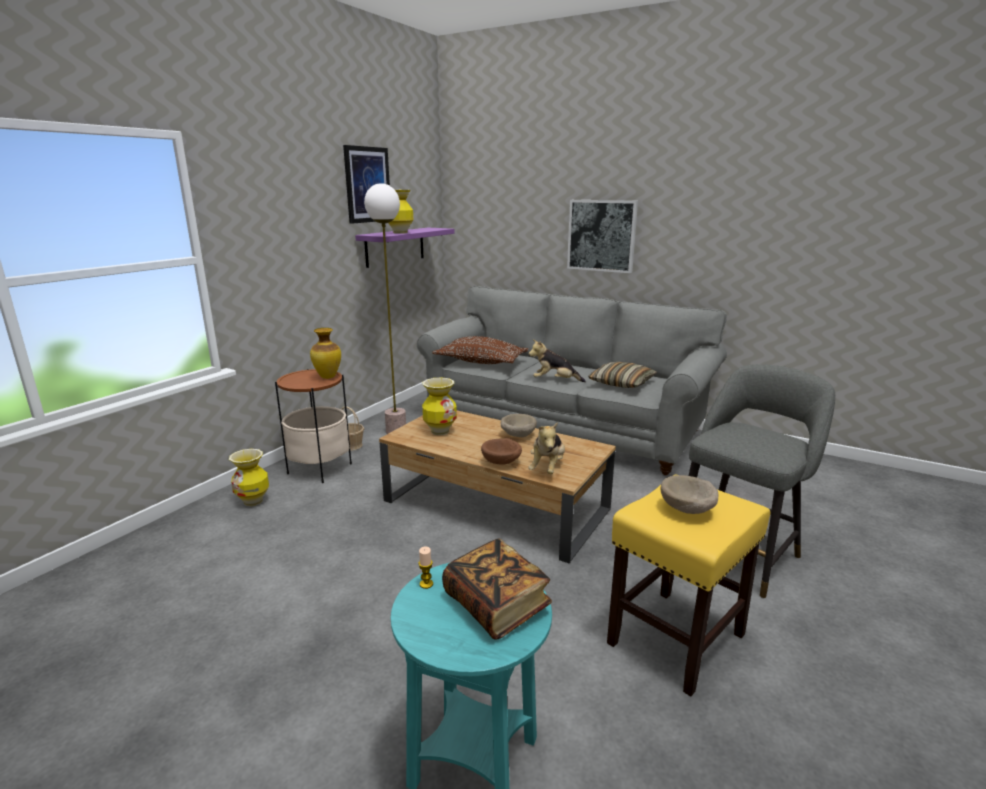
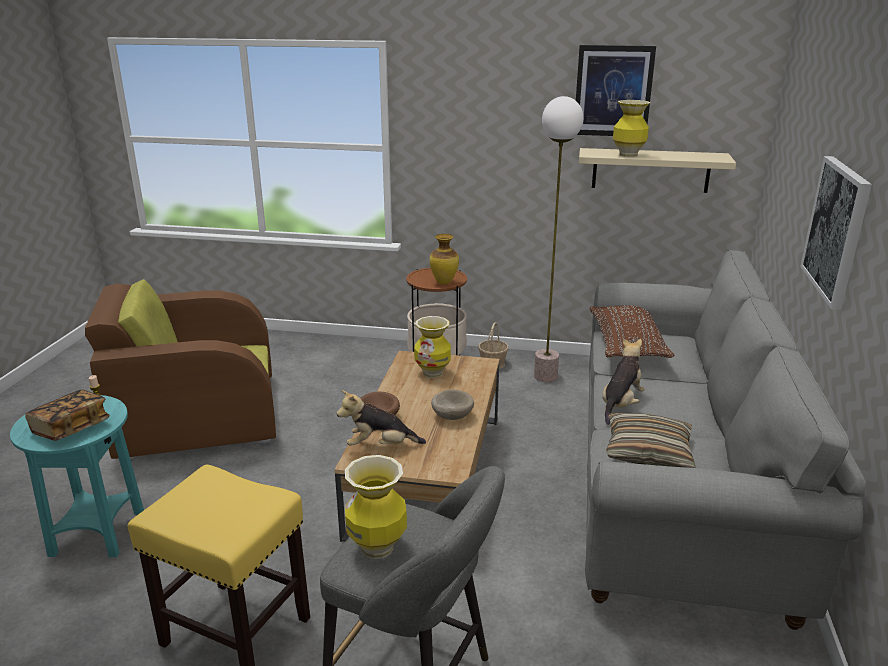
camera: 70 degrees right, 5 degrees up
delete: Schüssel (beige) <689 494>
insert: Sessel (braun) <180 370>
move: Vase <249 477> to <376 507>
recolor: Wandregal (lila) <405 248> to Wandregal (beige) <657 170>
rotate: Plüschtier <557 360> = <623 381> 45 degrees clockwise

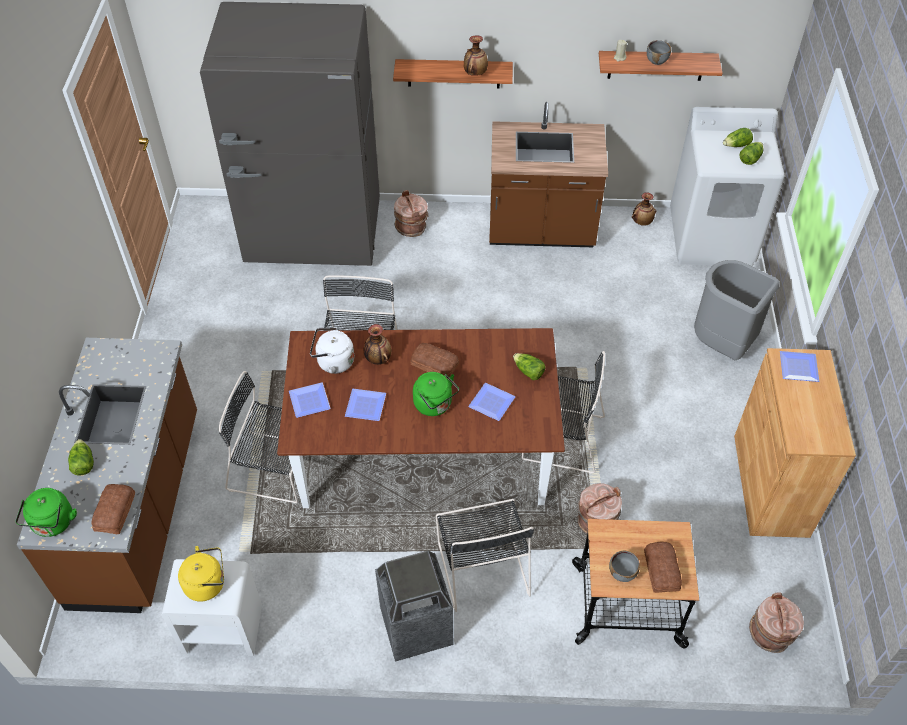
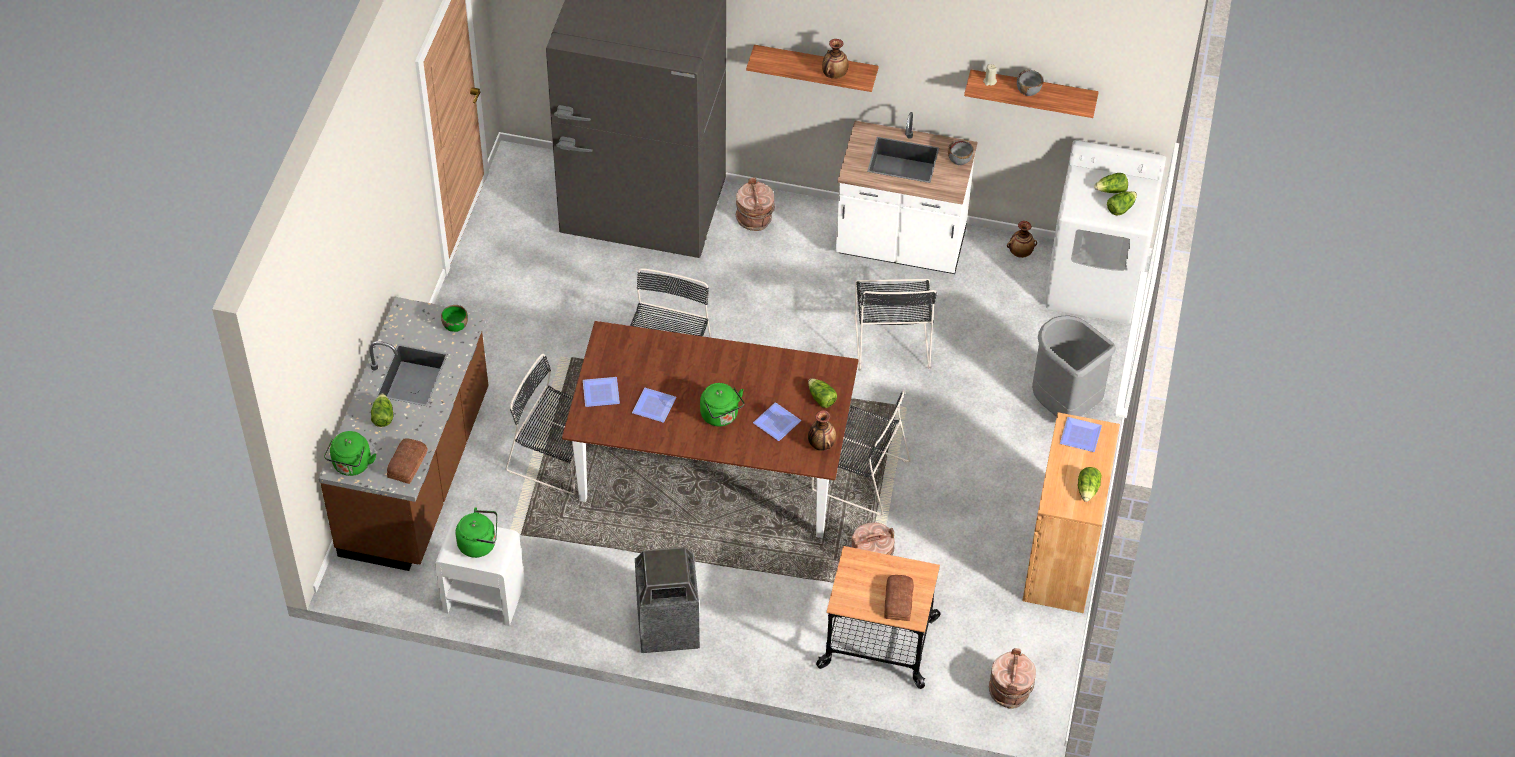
camera: 10 degrees right, 0 degrees up
delete: Wasserkessel (weiß) <332 350>; Brot <434 361>
insert: Schüssel (grün) <454 318>; Salatkopf <1090 484>
move: Vase <378 344> to <822 430>; Stuhl (schwarz) <485 555> to <895 324>; Schüssel (grau) <624 566> to <960 152>
recolor: Wasserkessel (gelb) <201 574> to Wasserkessel (grün) <476 532>; Küchenzeile (braun) <548 174> to Küchenzeile (weiß) <907 193>

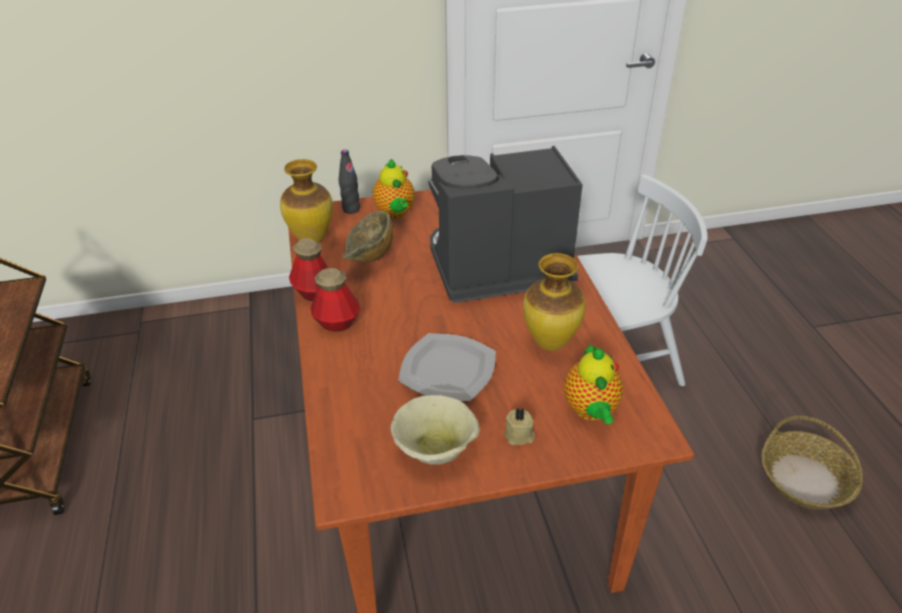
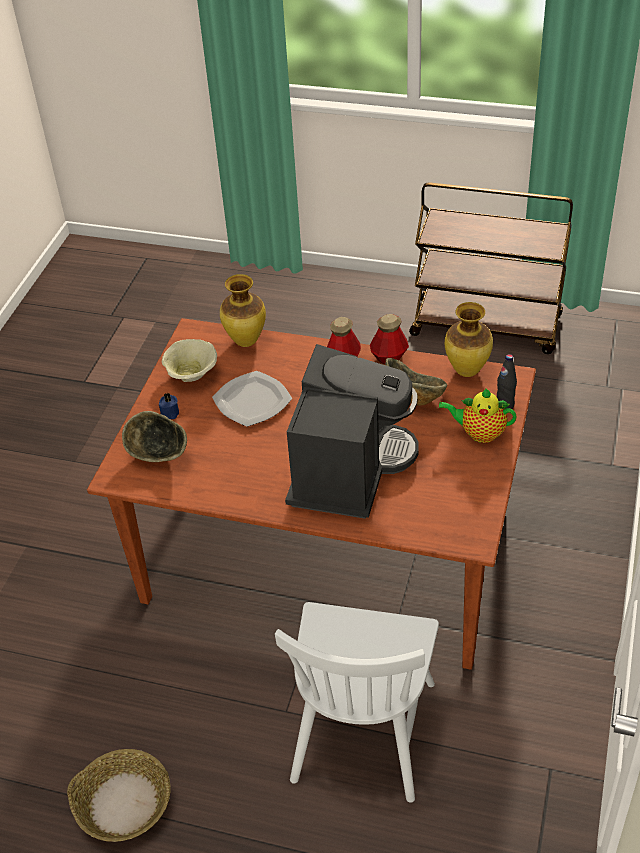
camera: 120 degrees right, 5 degrees up
move: Vase <554 302> to <243 310>
replace: Teekanne <593 384> to Schüssel <154 436>
recolor: Kerze (beige) <519 426> to Kerze (blau) <169 406>

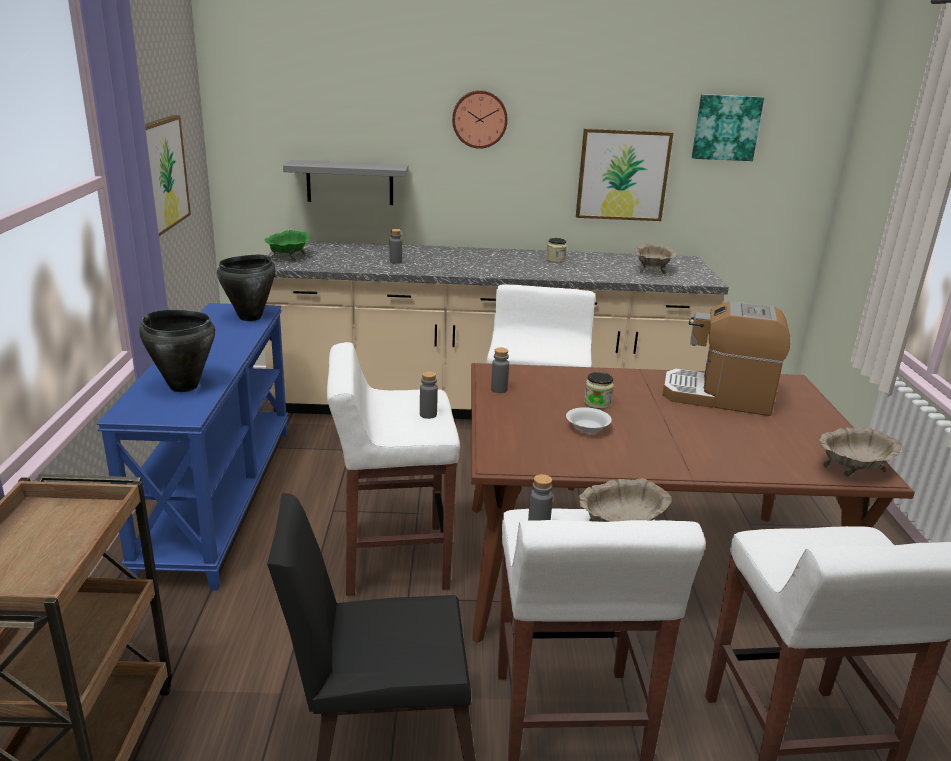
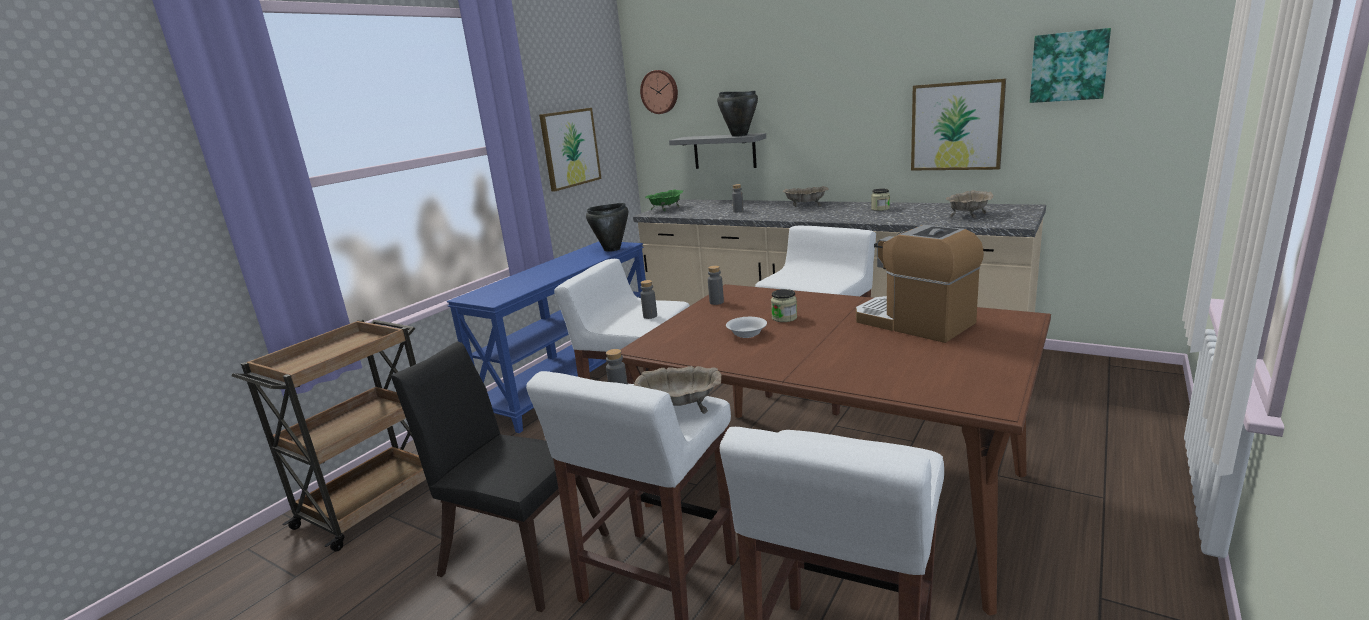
camera: 35 degrees right, 5 degrees down
move: Kochtopf (schwarz) <177 351> to <737 114>; Wanduhr <480 119> to <659 92>; Schüssel (beige) <860 452> to <806 196>

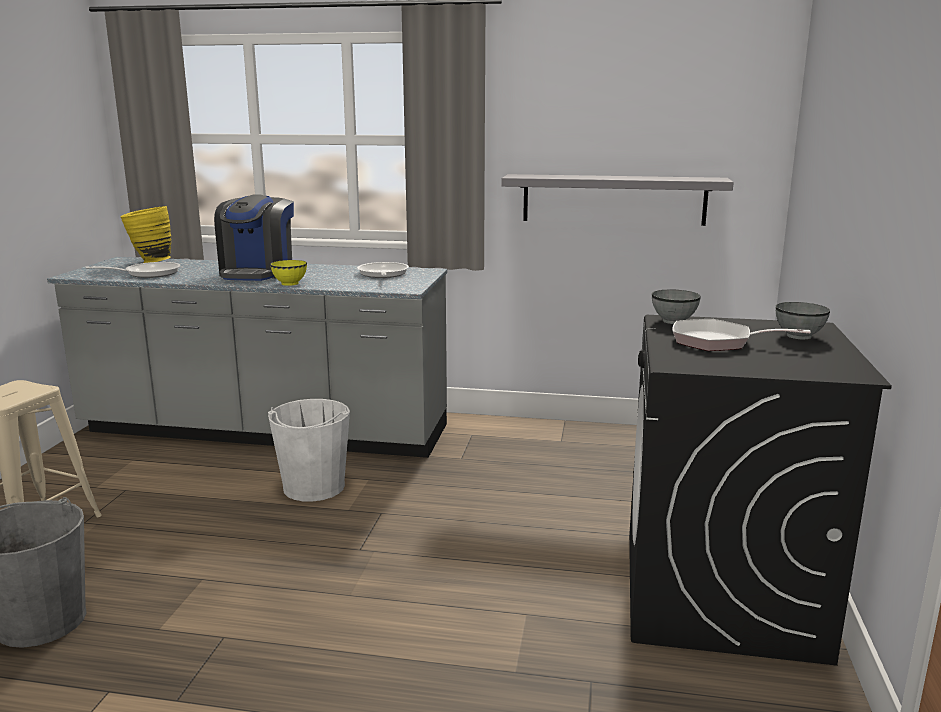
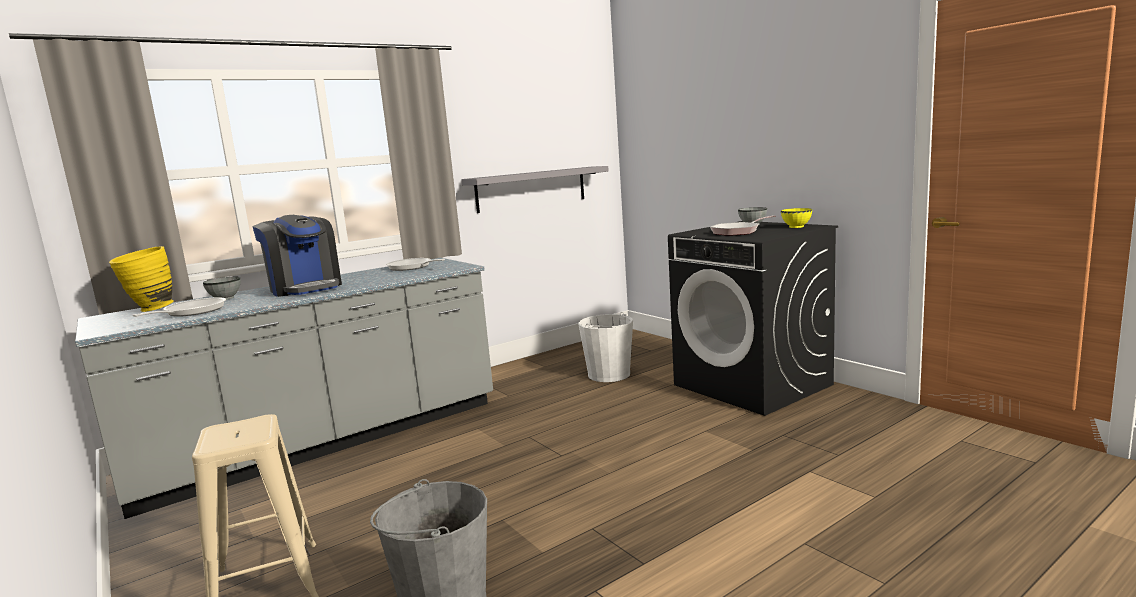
camera: 45 degrees left, 5 degrees down
move: Eimer (weiß) <309 450> to <605 347>; Schüssel (gelb) <288 273> to <796 218>; Schüssel (grau) <676 306> to <222 288>

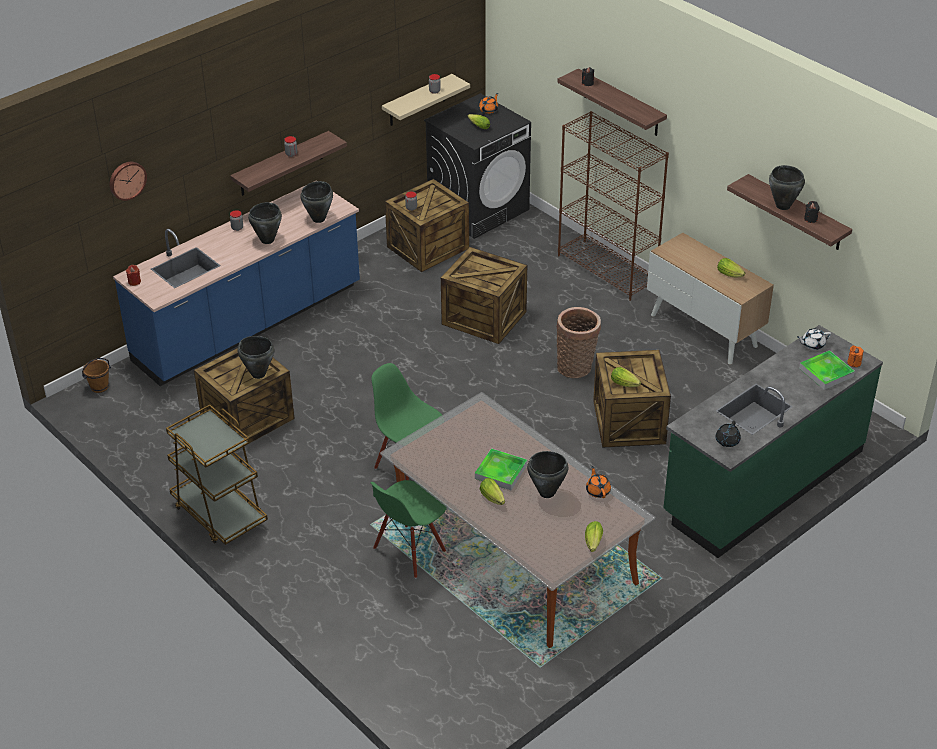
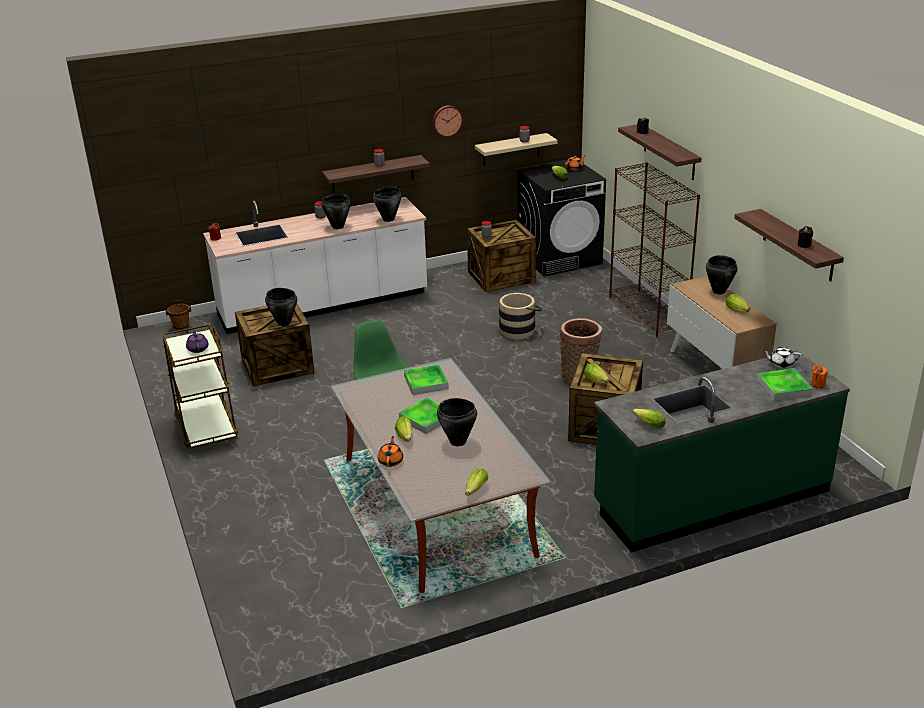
camera: 20 degrees right, 10 degrees down
delete: Stuhl (grün) <408 529>
insert: Teekanne (lila) <197 341>; Tablett <426 379>
move: Wanduhr <128 181> to <447 121>; Teekanne (orange) <598 482> to <390 451>; Kochtopf (schwarz) <787 187> to <722 275>
replace: Kiste <484 295> to Eimer (beige) <520 316>; Teekanne (schwarz) <728 434> to Salatkopf <649 419>
recolor: Küchenzeile (blau) <236 283> to Küchenzeile (weiß) <315 265>

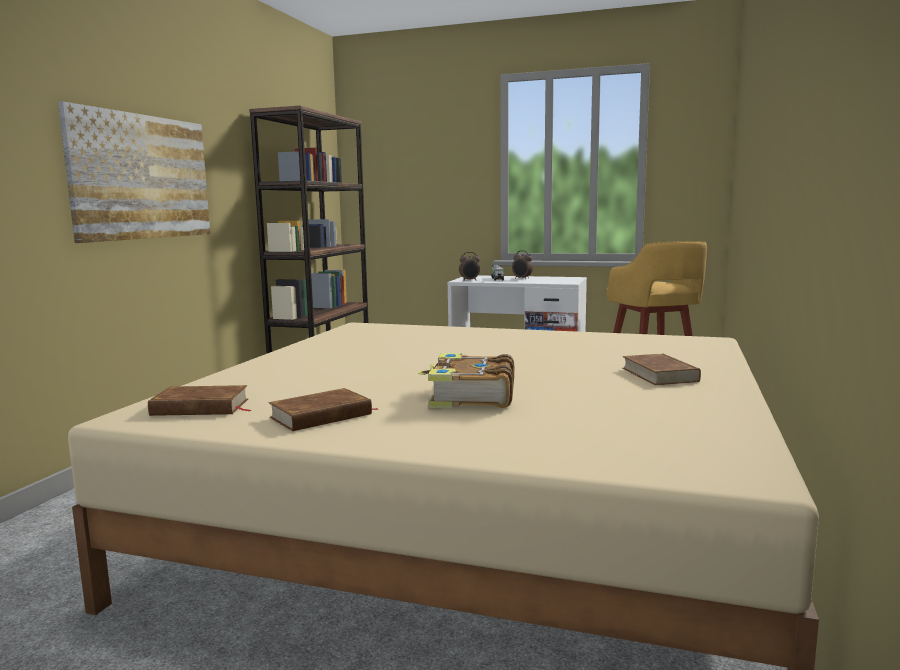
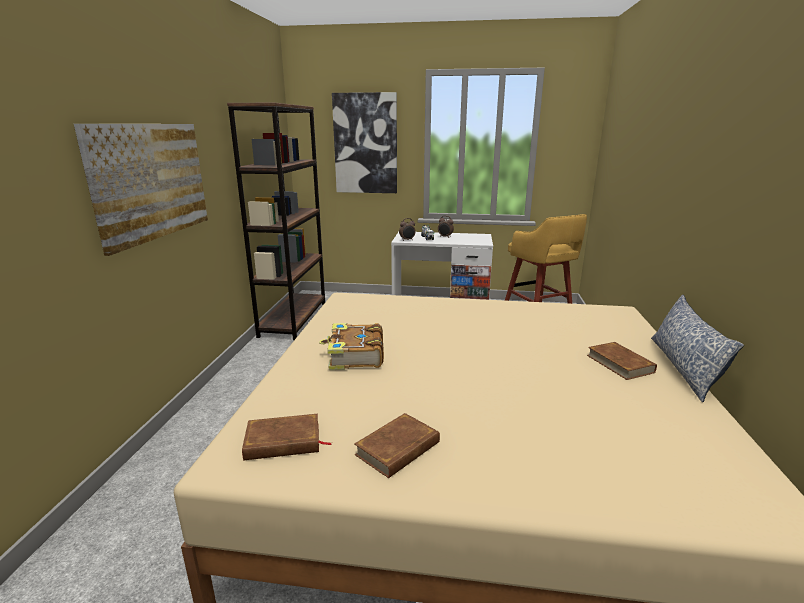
camera: 10 degrees left, 10 degrees up
insert: Bild <364 142>; Kissen <697 348>
move: Buch <466 380> to <351 346>

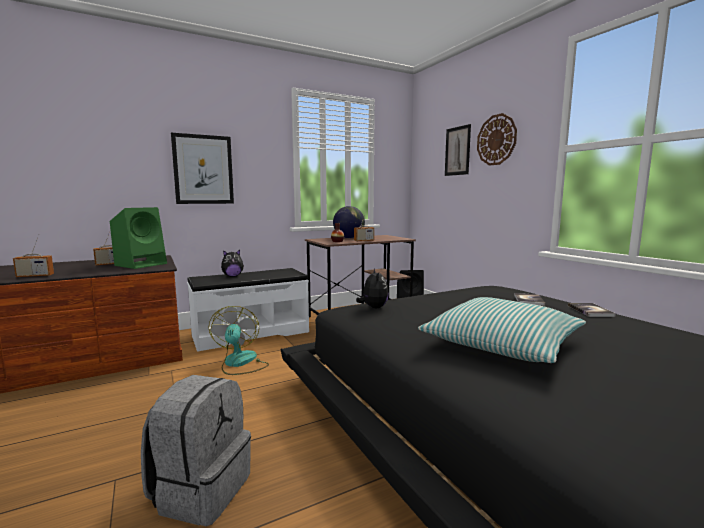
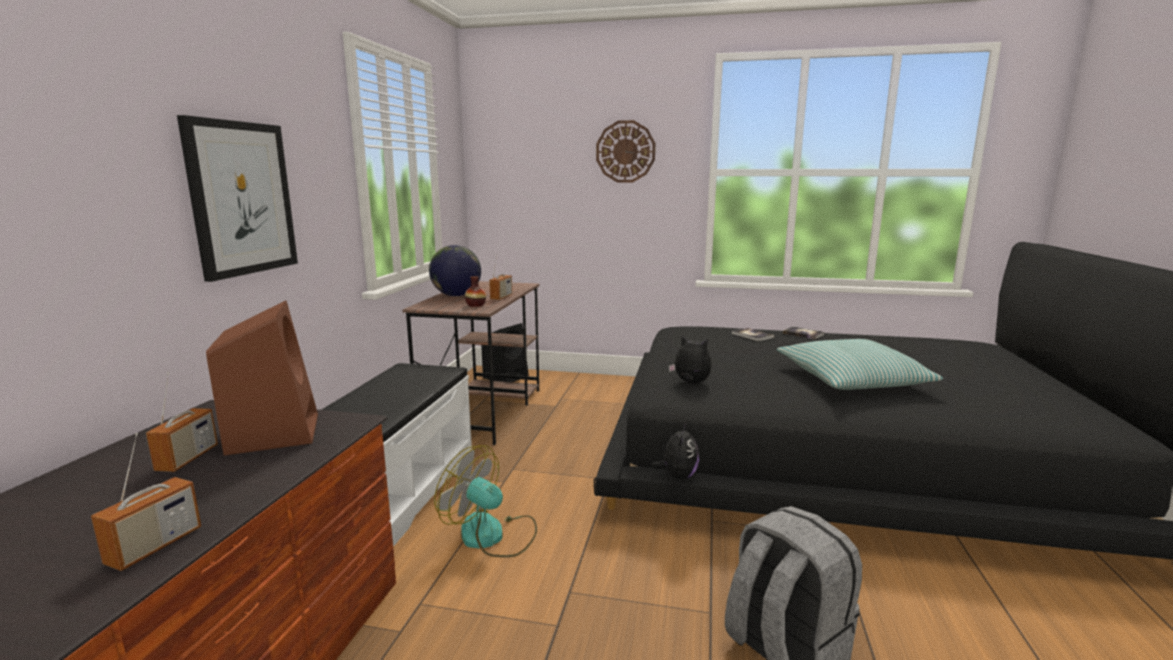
camera: 50 degrees left, 5 degrees up
delete: Bild <458 150>
move: Plüschtier <232 263> to <675 451>
recolor: Lautsprecher (grün) <138 238> to Lautsprecher (braun) <262 378>

